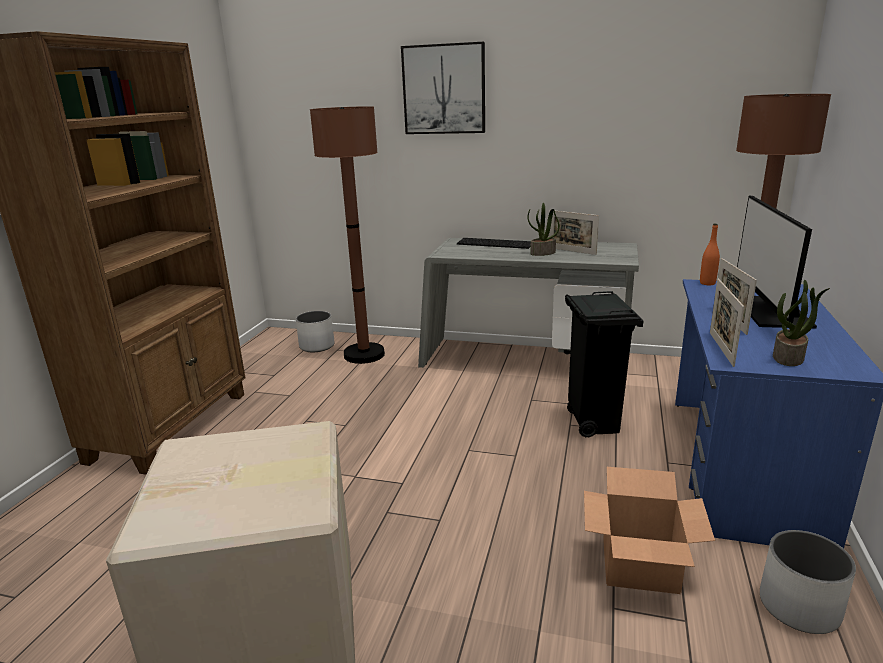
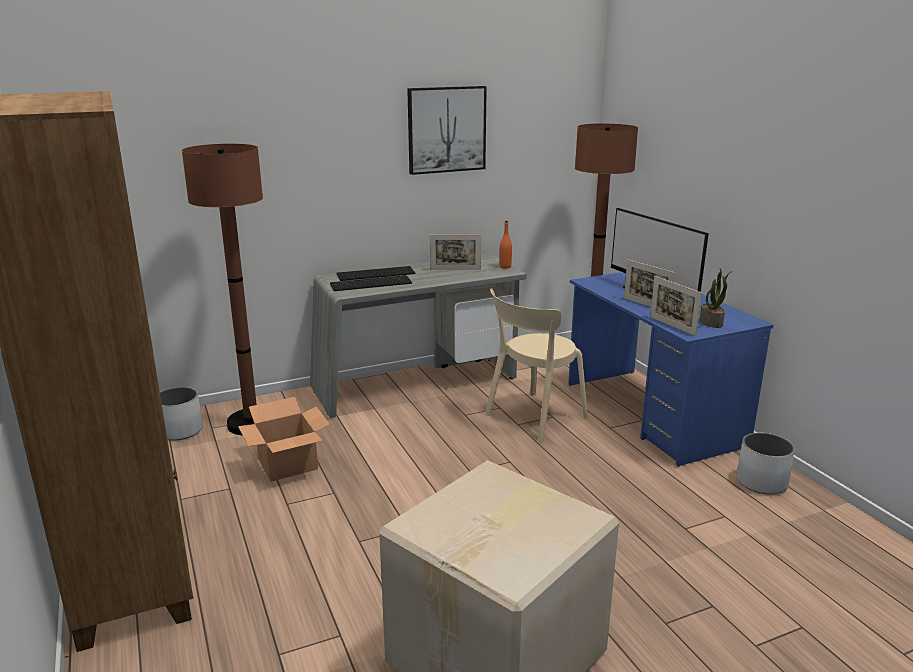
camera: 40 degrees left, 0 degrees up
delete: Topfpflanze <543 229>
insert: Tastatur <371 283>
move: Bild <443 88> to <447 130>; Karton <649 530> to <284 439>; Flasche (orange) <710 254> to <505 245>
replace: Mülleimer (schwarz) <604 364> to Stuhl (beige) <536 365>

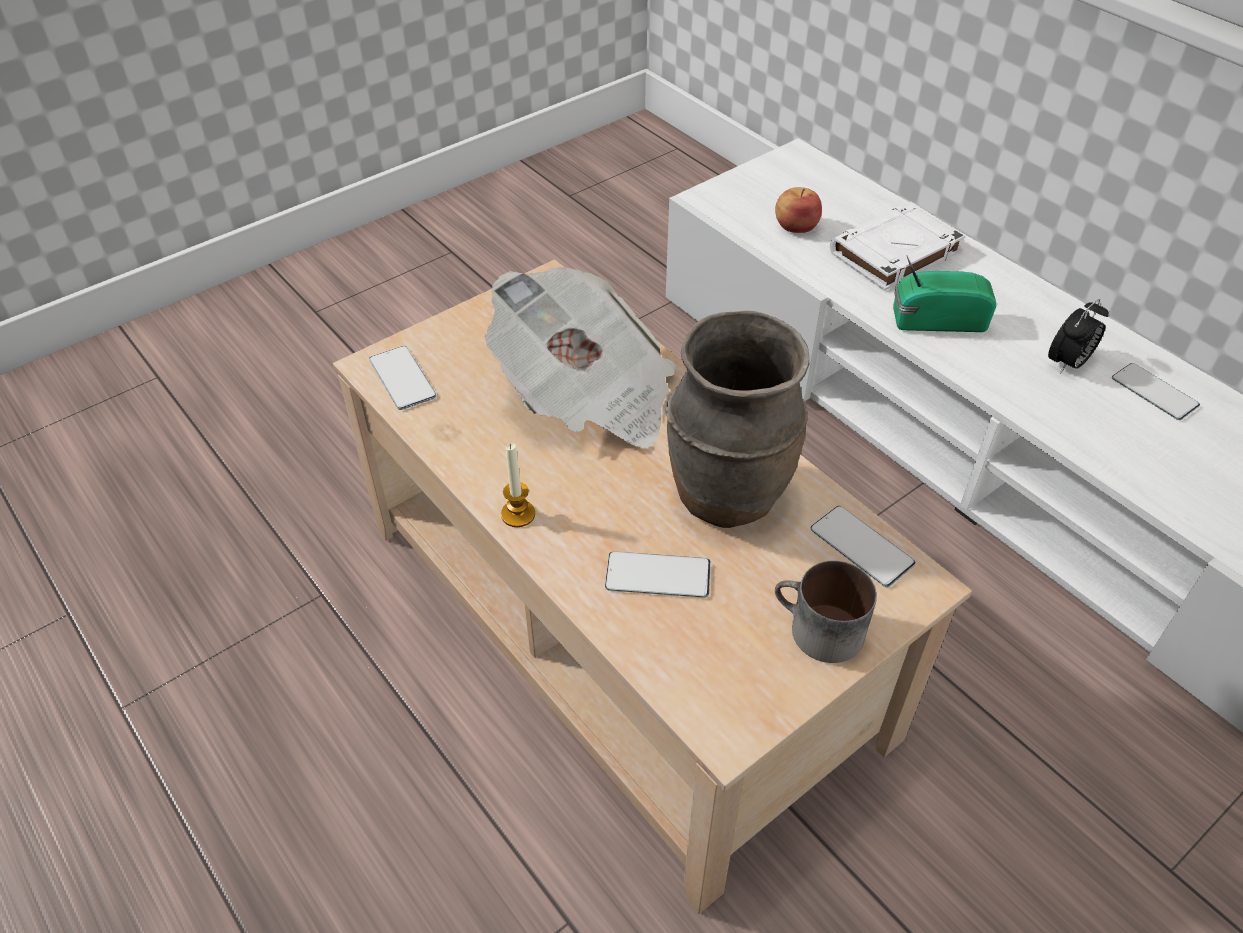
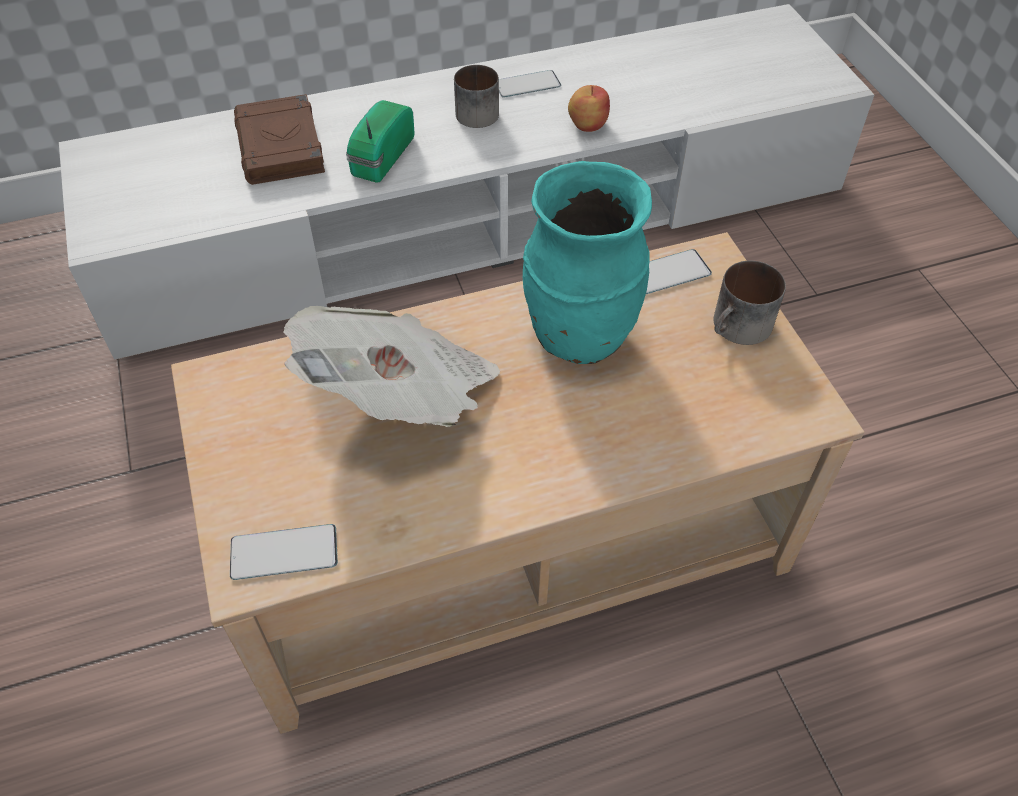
camera: 70 degrees left, 5 degrees up
delete: Kerze <518 485>; Handy <658 574>
move: Apfel <798 210> to <589 108>
replace: Wecker <1078 336> to Henkelbecher <476 96>
recolor: Vase (braun) <737 419> to Vase (türkis) <587 262>; Buch (weiß) <897 246> to Buch (braun) <279 139>

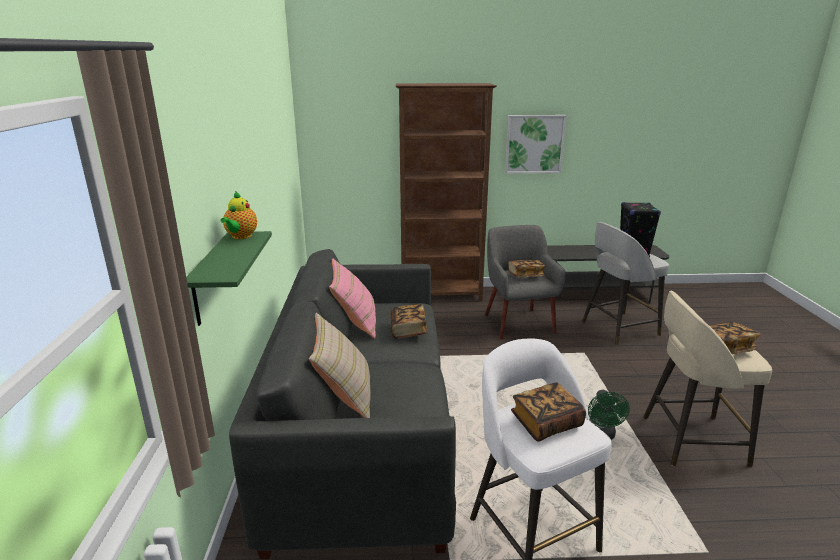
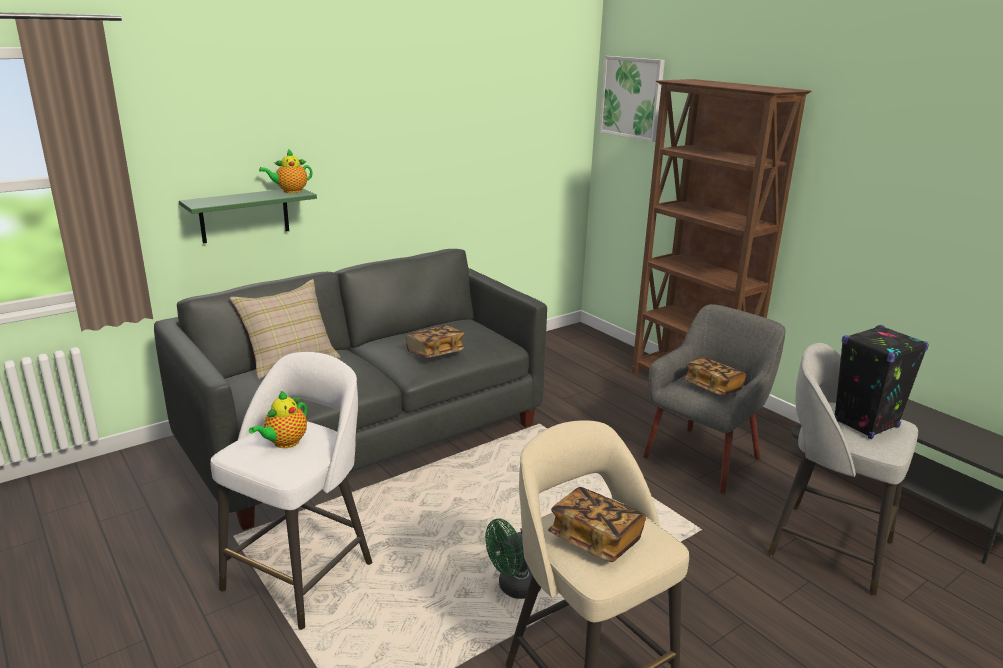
camera: 55 degrees right, 0 degrees up
delete: Kissen (rosa) <352 298>
move: Bild <536 144> to <632 99>
replace: Buch <548 412> to Teekanne <278 419>

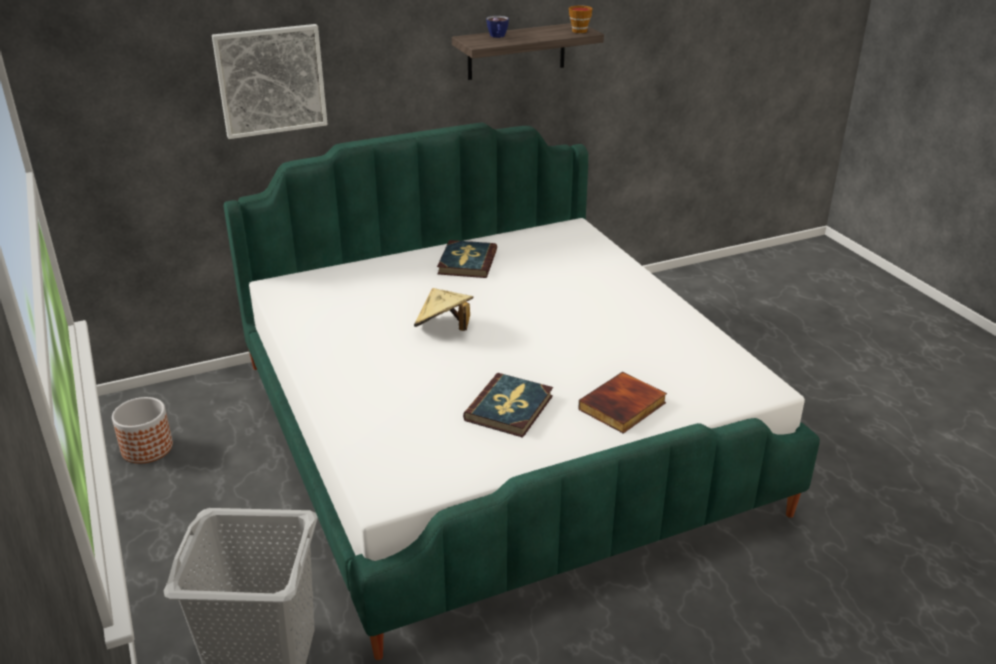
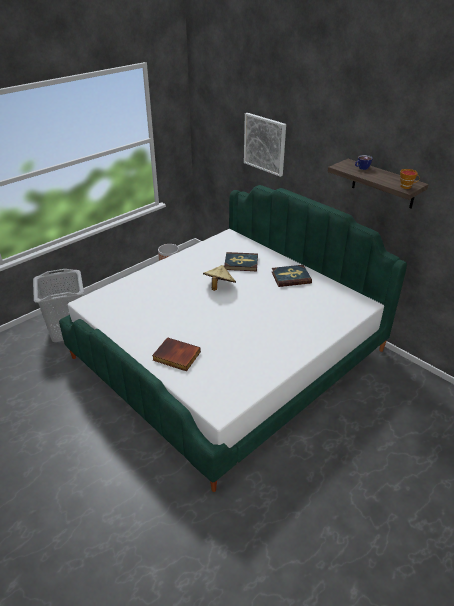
camera: 70 degrees right, 5 degrees up
move: Buch <508 405> to <241 261>

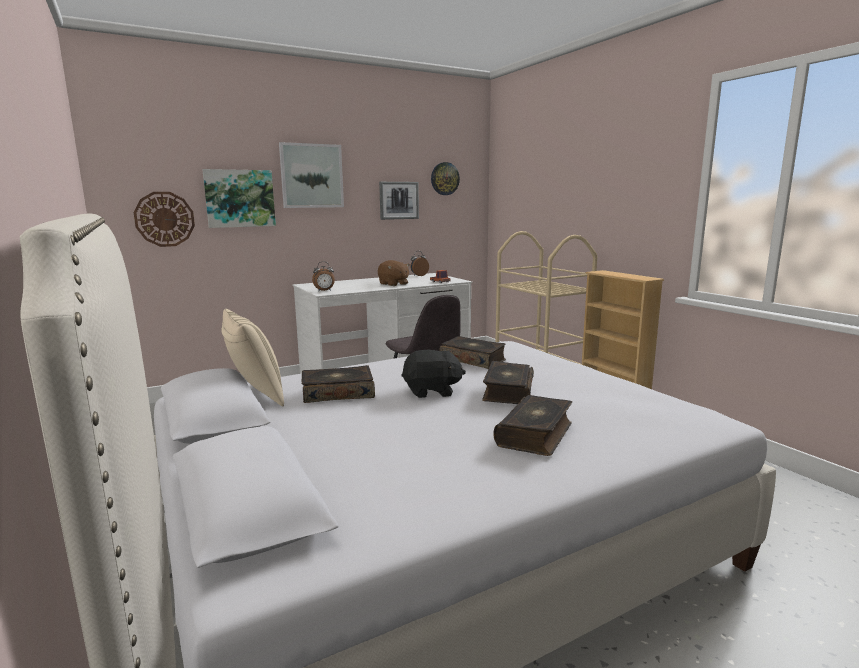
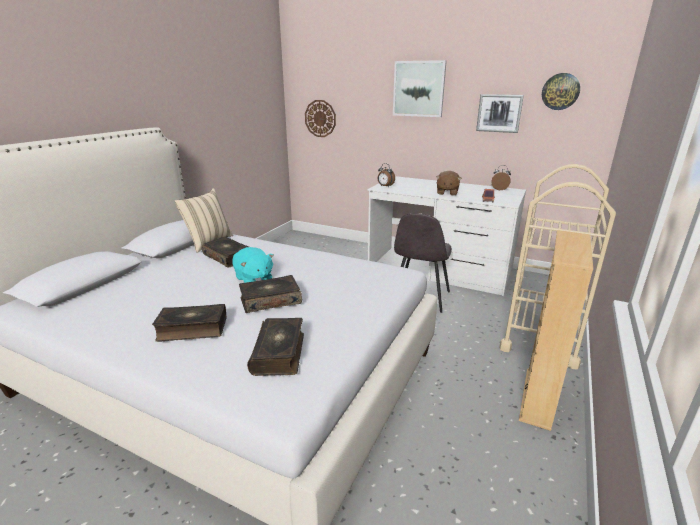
camera: 55 degrees right, 10 degrees up
delete: Bild <239 198>
move: Buch <472 352> to <275 347>
recolor: Plüschtier (schwarz) <433 374> to Plüschtier (türkis) <253 265>

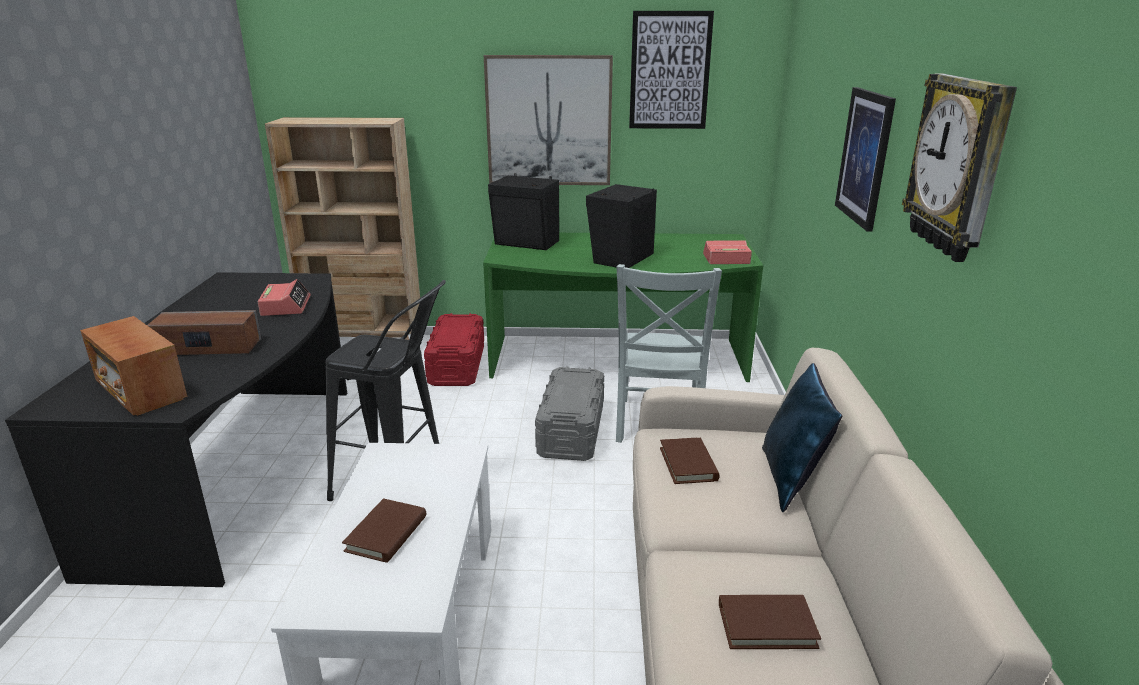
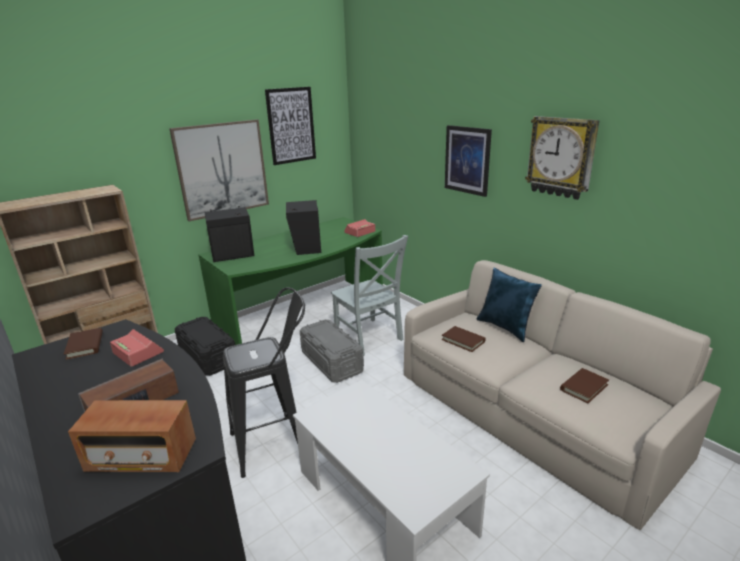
camera: 40 degrees left, 0 degrees up
move: Buch (braun) <384 530> to <83 344>
recolor: Aufbewahrungsbox (rot) <454 349> to Aufbewahrungsbox (schwarz) <205 346>

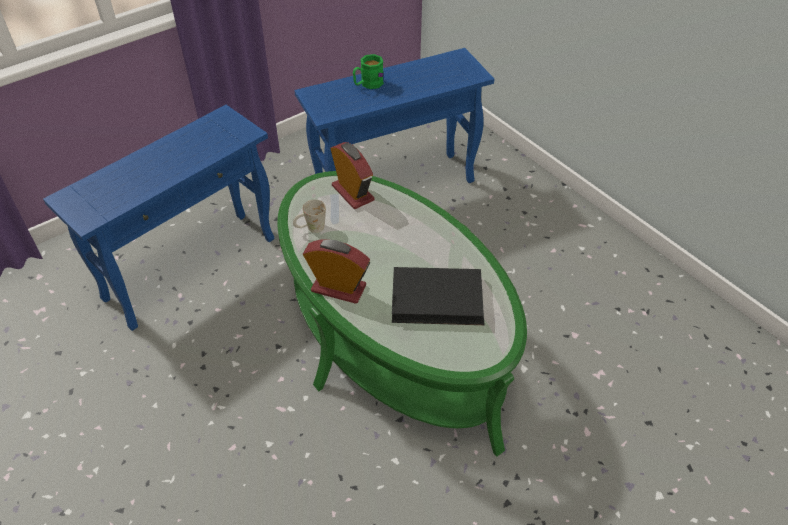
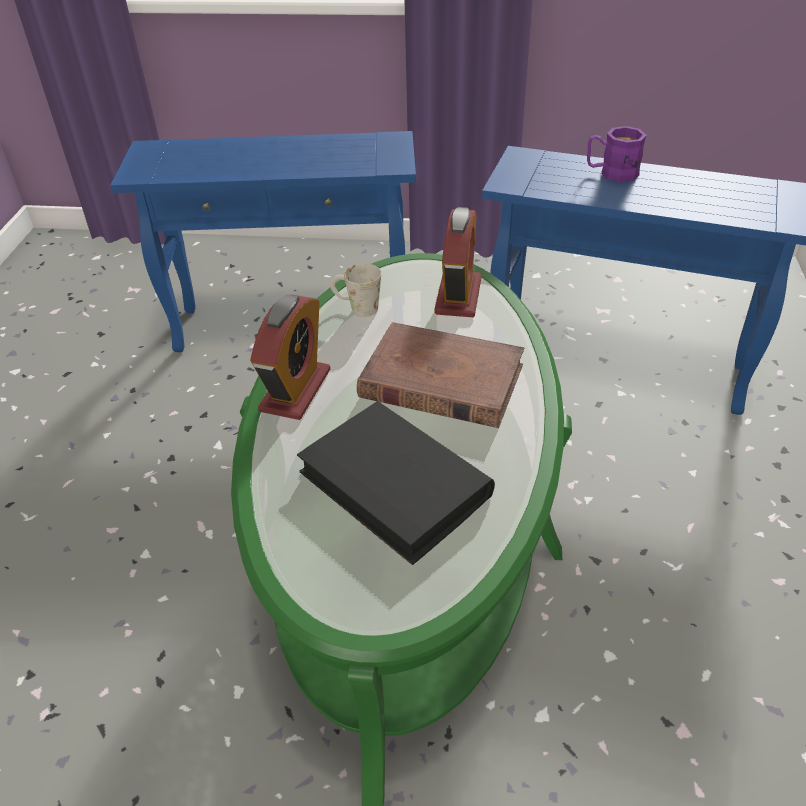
camera: 45 degrees right, 5 degrees down
insert: Buch (braun) <440 375>
recolor: Henkelbecher (grün) <368 71> to Henkelbecher (lila) <617 154>
rotate: Wecker <336 272> = <290 357> 45 degrees clockwise

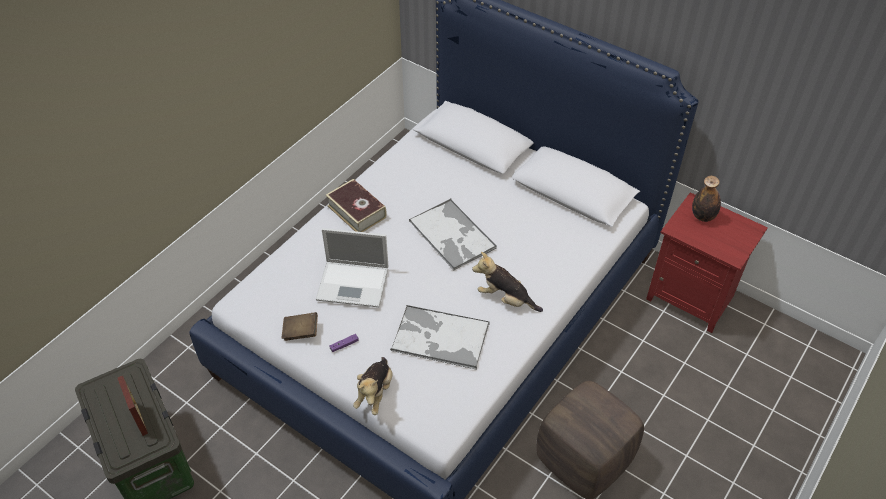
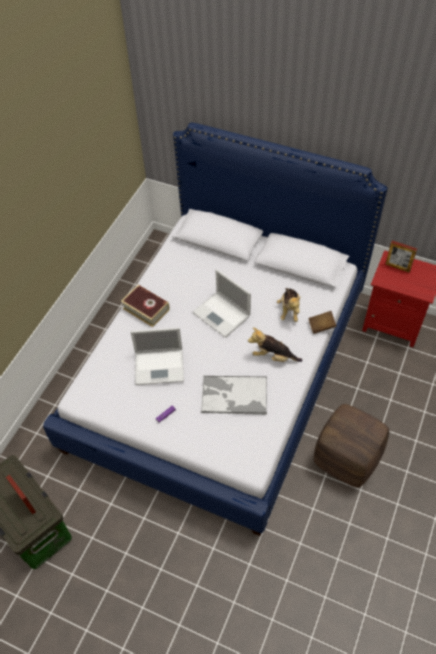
camera: 10 degrees left, 5 degrees up
move: Buch (braun) <300 326> to <322 322>; Plüschtier <373 386> to <289 305>
replace: Tablett <453 235> to Laptop <222 303>; Flasche <706 199> to Bilderrahmen <401 256>

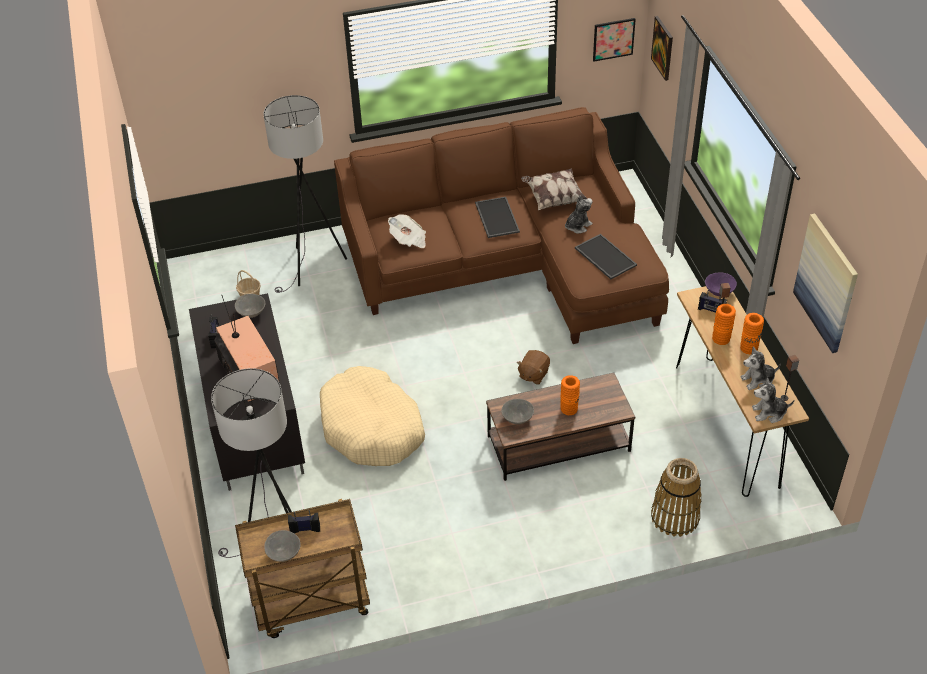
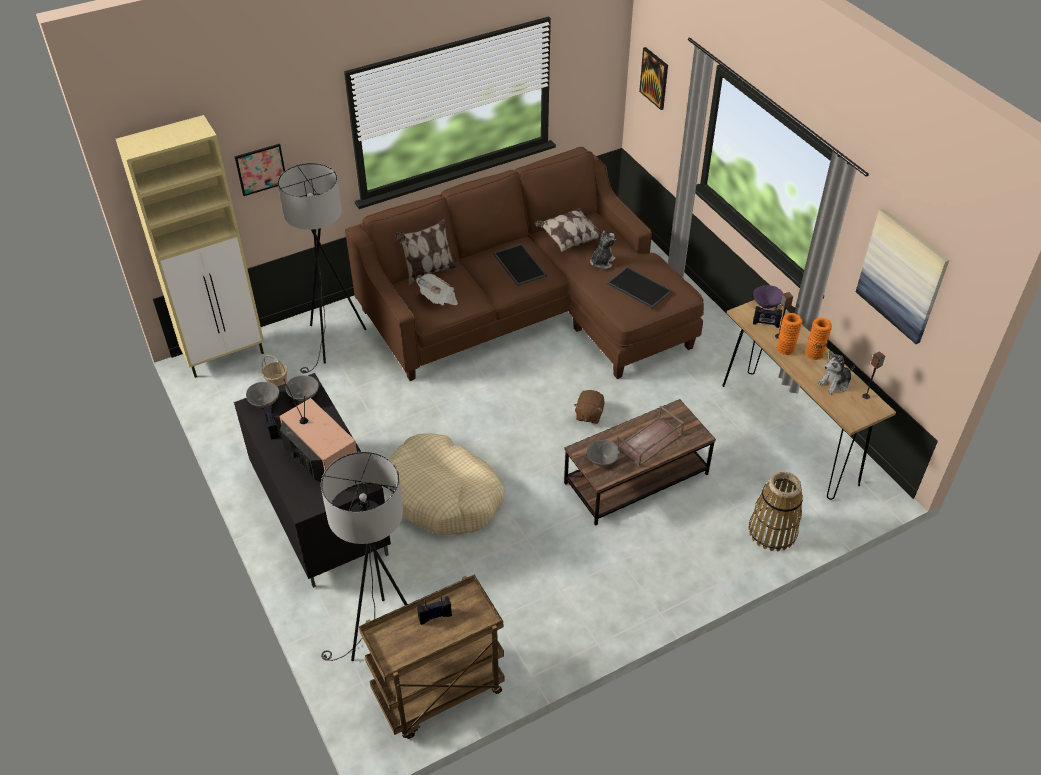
camera: 15 degrees left, 0 degrees up
delete: Plüschtier <773 400>
insert: Schrank (beige) <190 246>; Kissen <426 252>
move: Schüssel (grau) <282 546> to <262 395>; Bild <614 40> to <259 170>
replace: Vase (orange) <570 395> to Tablett (braun) <650 436>

